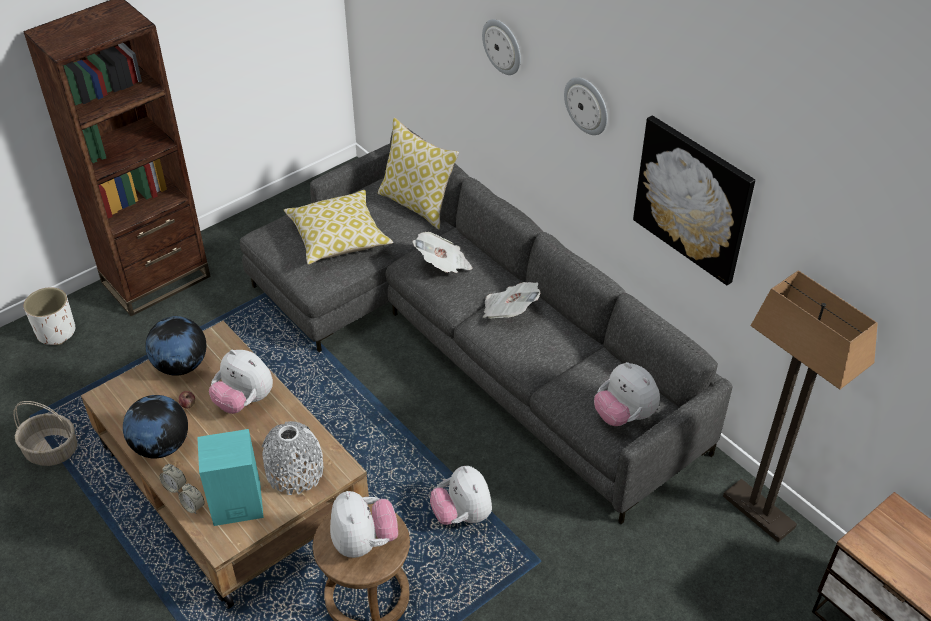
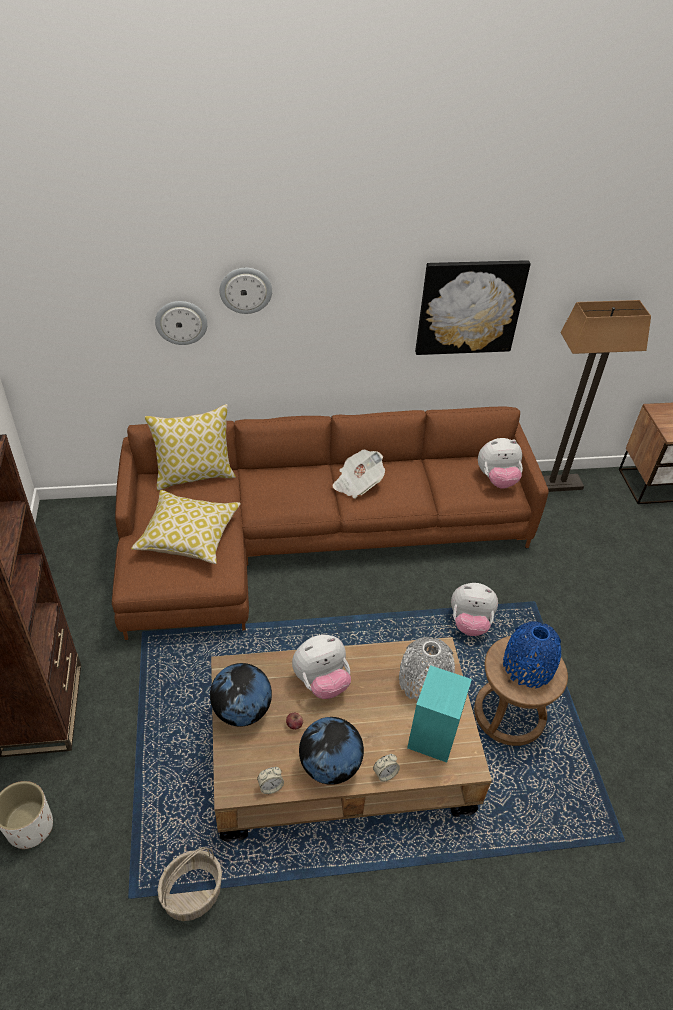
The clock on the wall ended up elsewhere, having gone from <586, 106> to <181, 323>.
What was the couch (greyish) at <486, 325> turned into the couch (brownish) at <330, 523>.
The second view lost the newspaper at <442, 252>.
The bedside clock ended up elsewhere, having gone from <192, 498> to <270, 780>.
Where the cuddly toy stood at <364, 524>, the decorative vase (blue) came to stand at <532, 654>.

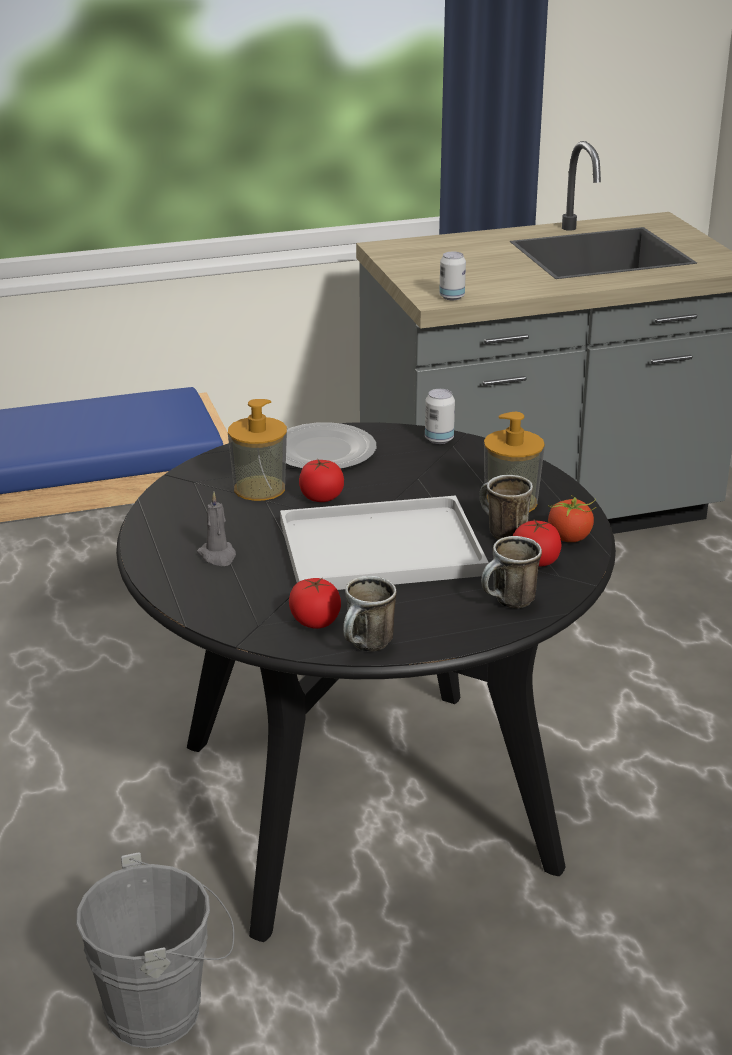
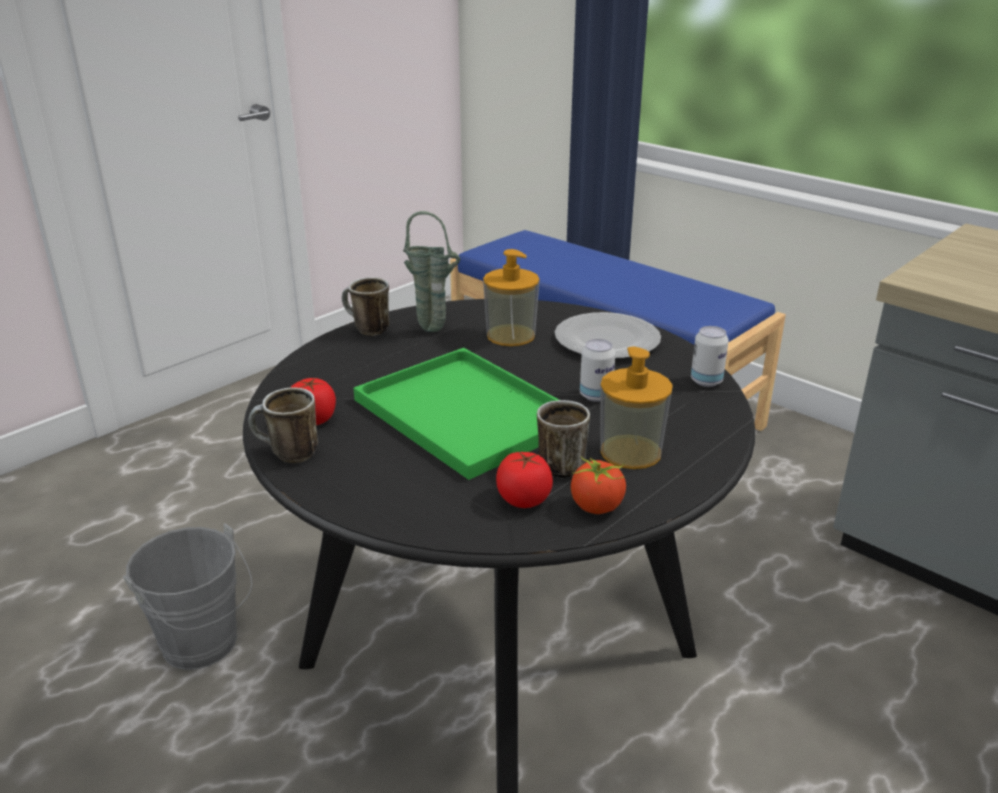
The metal can ended up elsewhere, having gone from <452, 276> to <598, 370>.
The second view lost the tomato at <321, 480>.
The second view lost the wax candle (greyish) at <216, 529>.
What was the tray (white-coloured) at <384, 542> turned into the tray (green-coloured) at <456, 414>.
The coffee mug ended up elsewhere, having gone from <511, 572> to <366, 306>.
The second view gained the decorative vase (green-coloured) at <431, 271>.

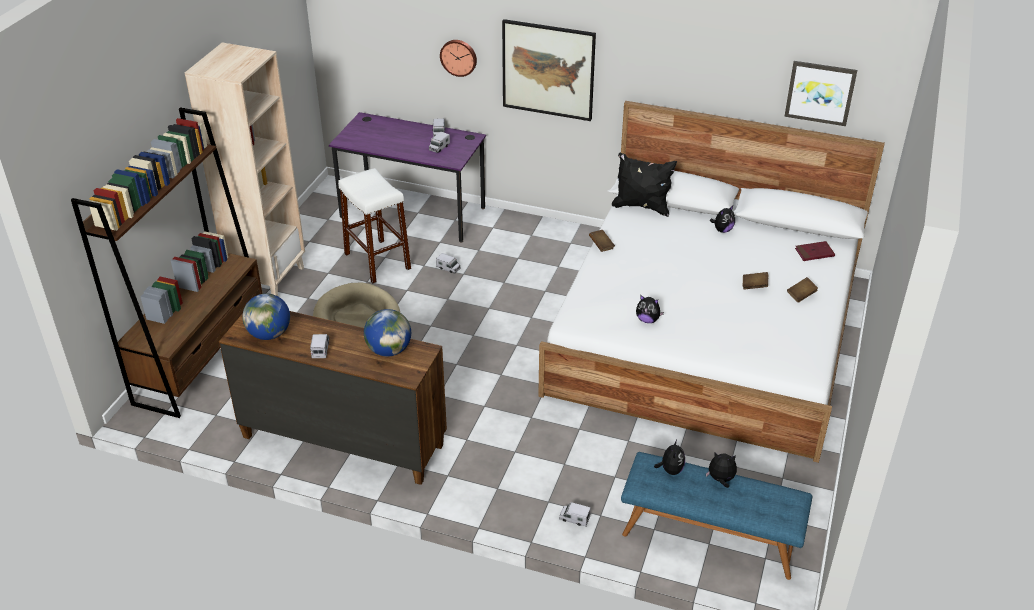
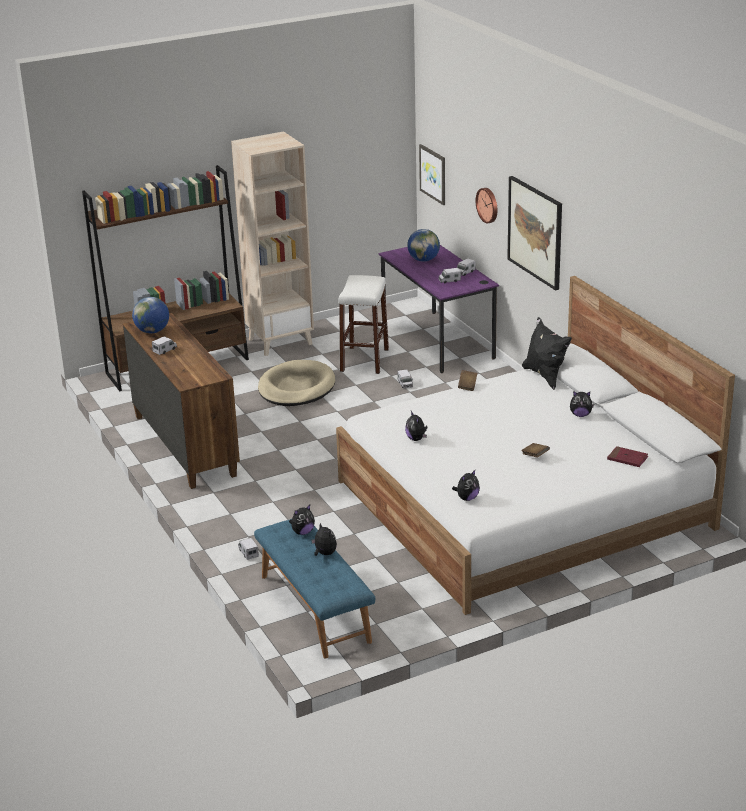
The wall picture ended up elsewhere, having gone from <820, 93> to <432, 174>.
The second view lost the bound book (brownish) at <802, 290>.
The world globe ended up elsewhere, having gone from <387, 332> to <423, 245>.
The second view gained the cuddly toy at <466, 485>.

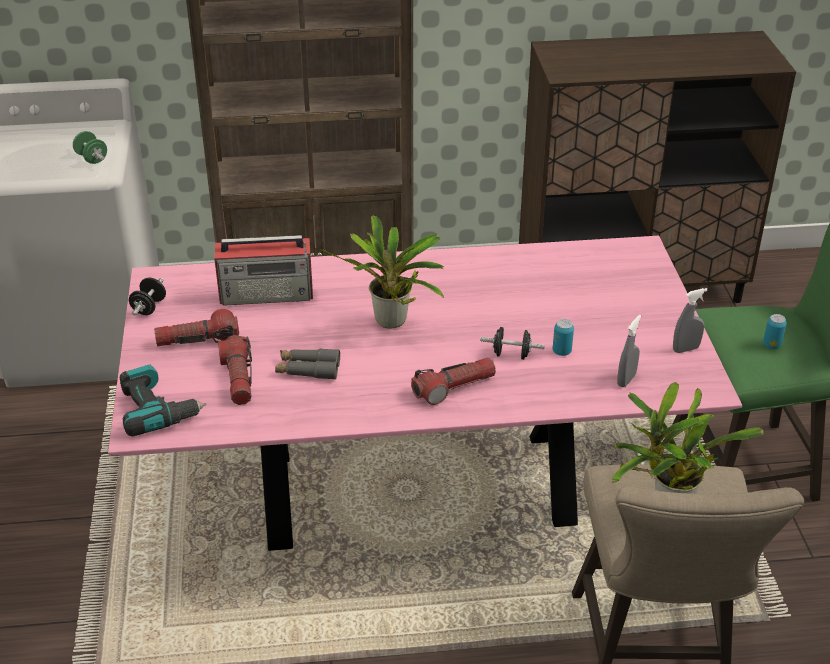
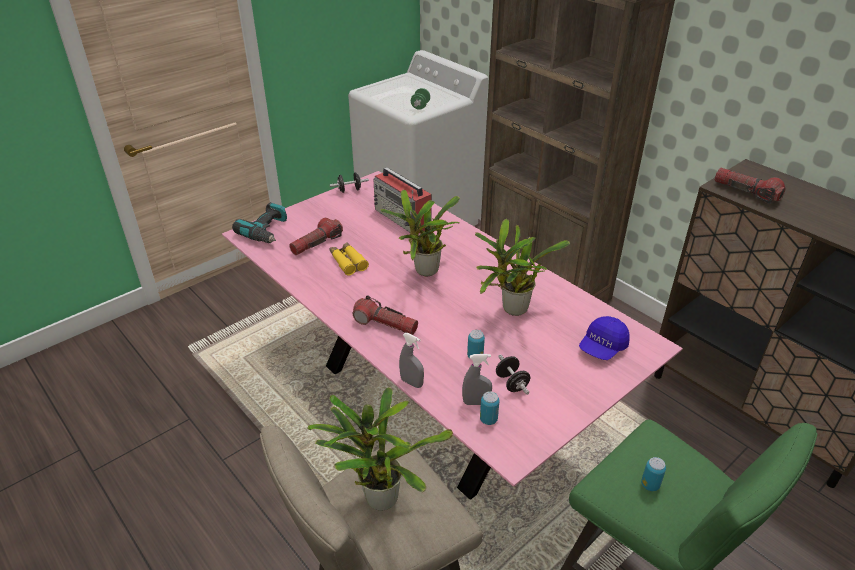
The hand sprayer (greyish) ended up elsewhere, having gone from <690, 320> to <411, 360>.
The hand torch ended up elsewhere, having gone from <196, 327> to <750, 186>.
The hand weight (black-coloured) ended up elsewhere, having gone from <512, 343> to <513, 374>.
What was the field glasses (greyish) at <307, 364> turned into the field glasses (yellow-coloured) at <349, 259>.
The second view gained the houseplant at <522, 267>.
The second view gained the baseball cap (blue) at <604, 338>.
The second view gained the metal can at <489, 408>.

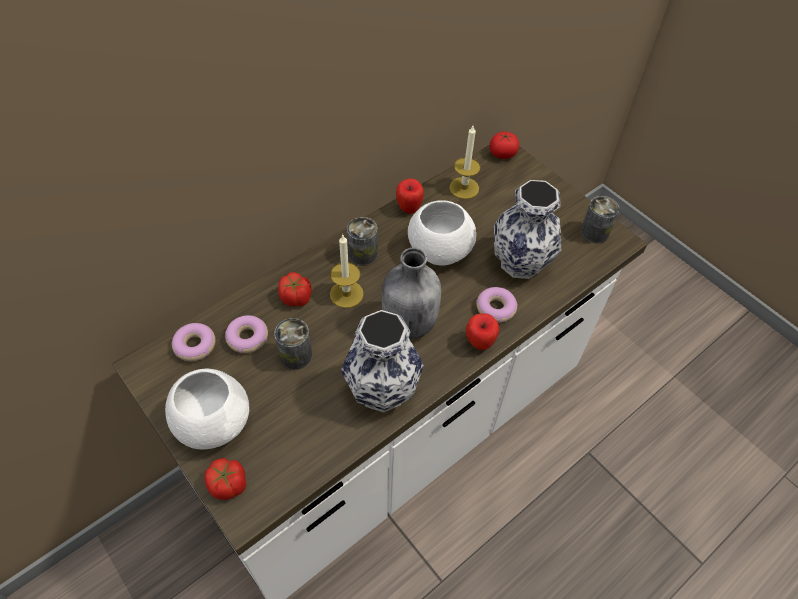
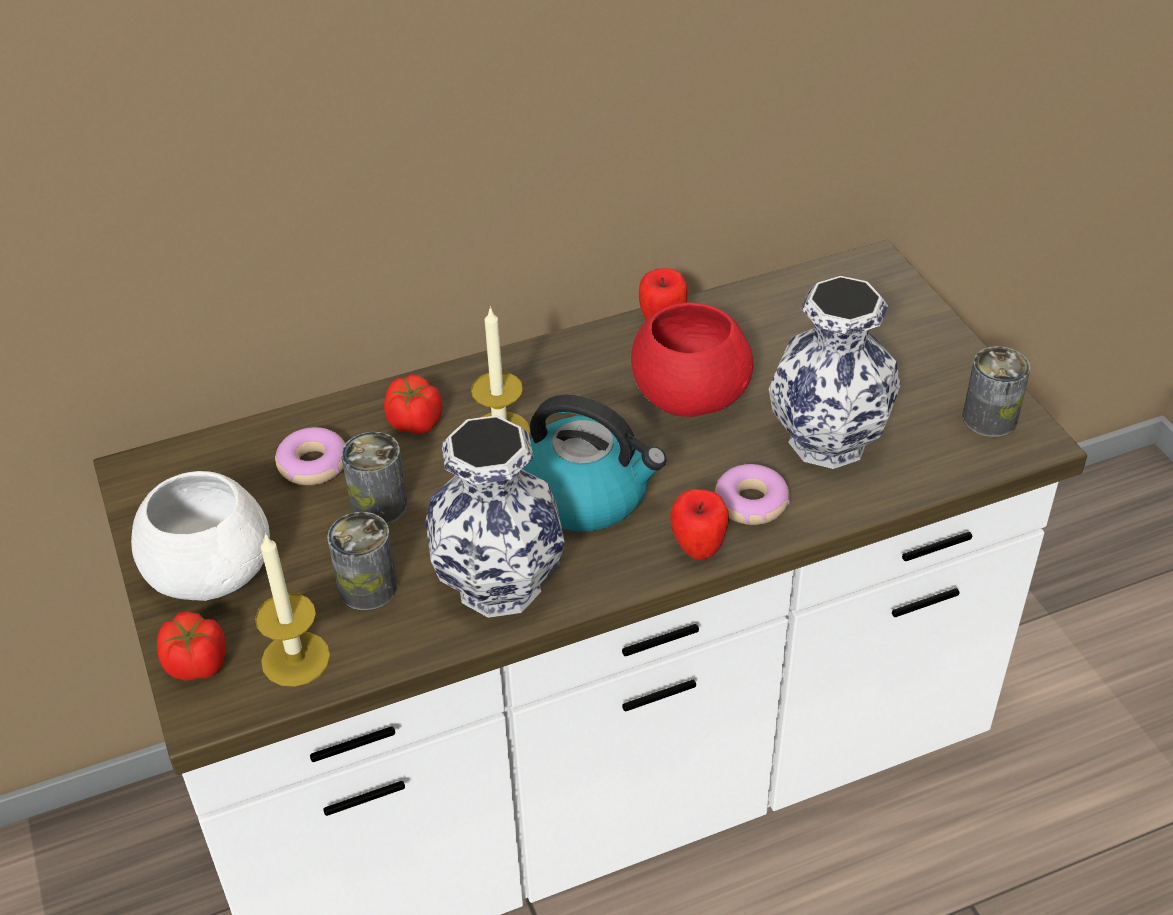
The wax candle ended up elsewhere, having gone from <464, 162> to <292, 610>.
The second view lost the tomato at <504, 145>.
What was the deep dish (white-coloured) at <442, 232> turned into the deep dish (reddish) at <692, 360>.
The metal can ended up elsewhere, having gone from <362, 241> to <362, 561>.
Where the bottle (greyish) stood at <411, 293>, the water kettle came to stand at <594, 463>.
The second view lost the donut at <194, 342>.

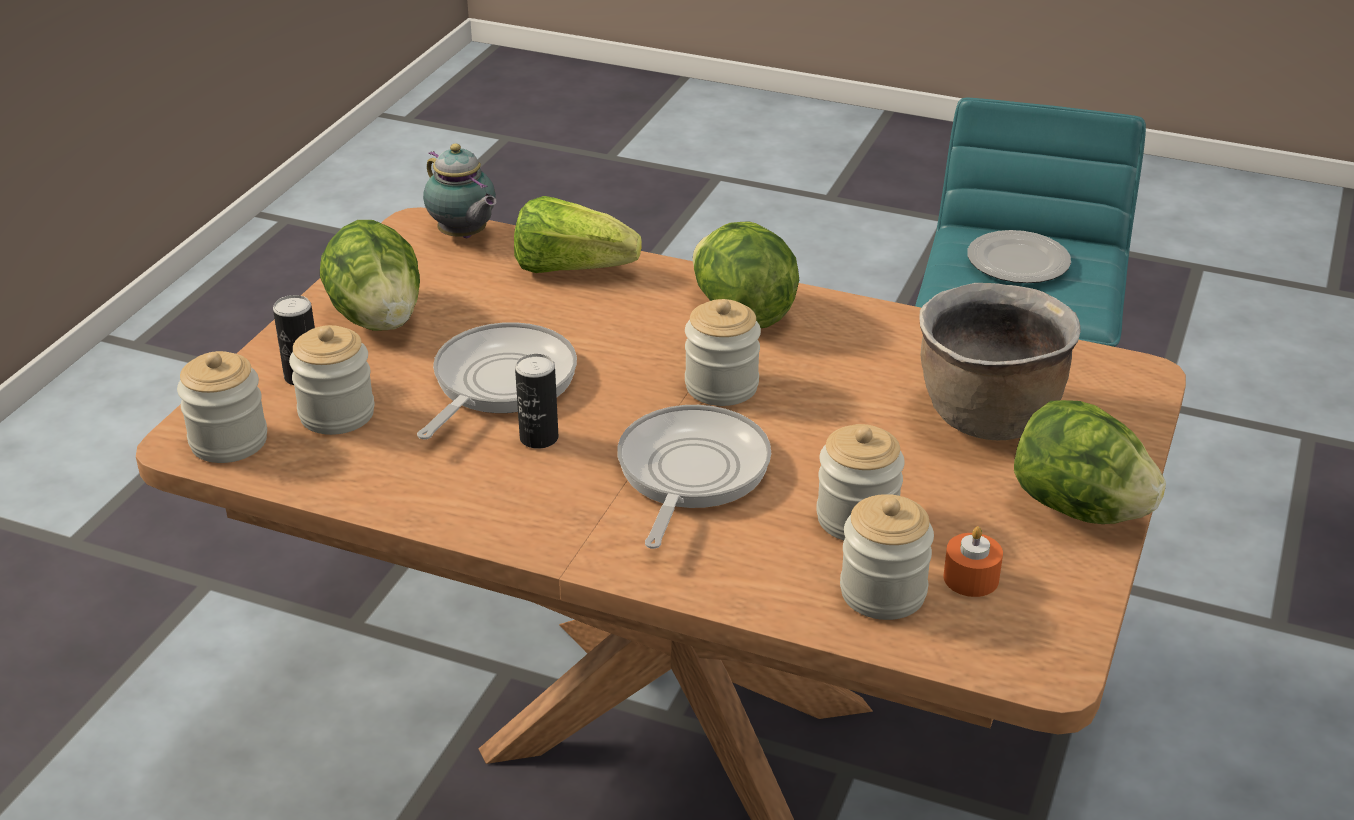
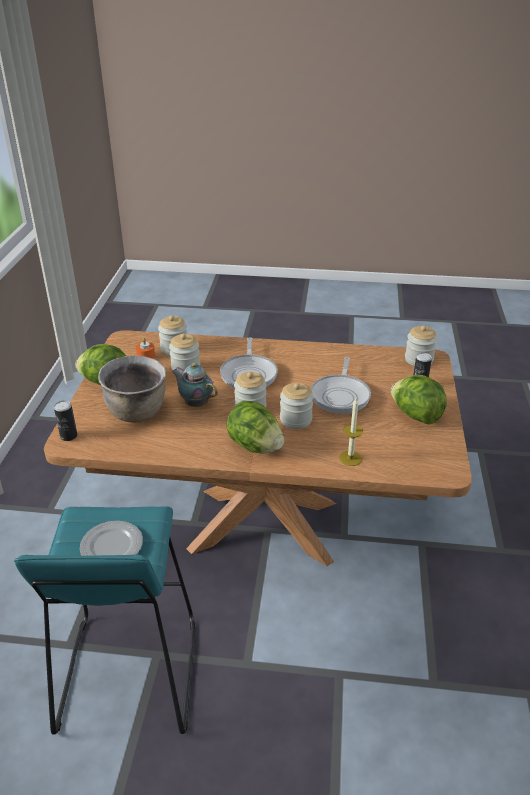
The tea pot ended up elsewhere, having gone from <460, 191> to <195, 385>.
Where the lettuce head stood at <578, 234>, the wax candle came to stand at <351, 432>.
The jar ended up elsewhere, having gone from <332, 380> to <296, 405>.
The metal can ended up elsewhere, having gone from <537, 401> to <65, 421>.

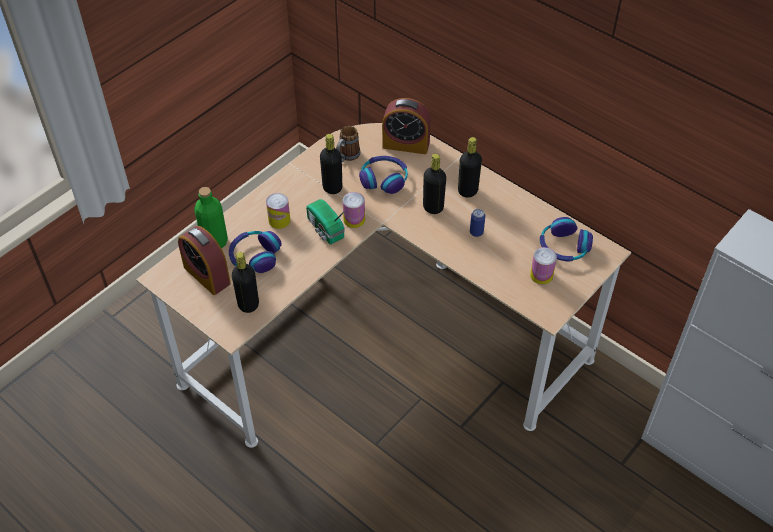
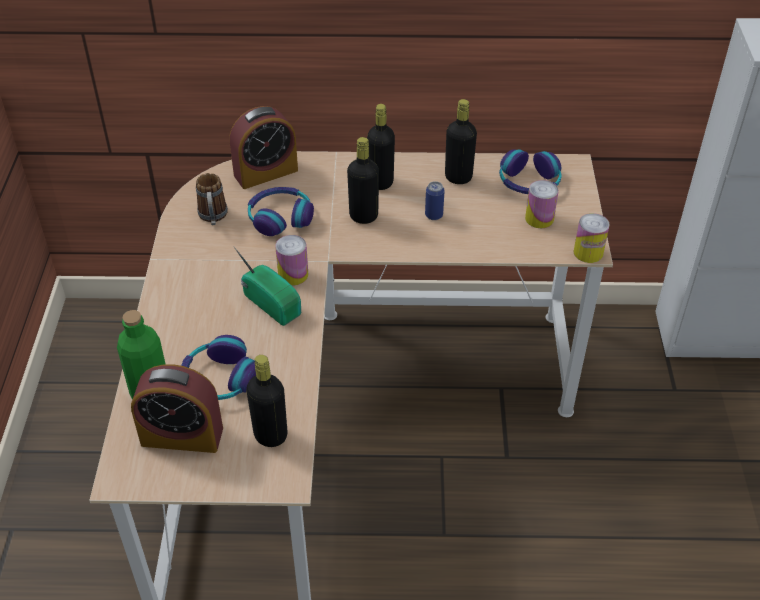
The bottle (black-coloured) ended up elsewhere, having gone from <331, 164> to <461, 141>.
The metal can ended up elsewhere, having gone from <278, 211> to <592, 238>.
The radio set at <326, 221> ended up facing another way, 150 degrees counterclockwise from before.

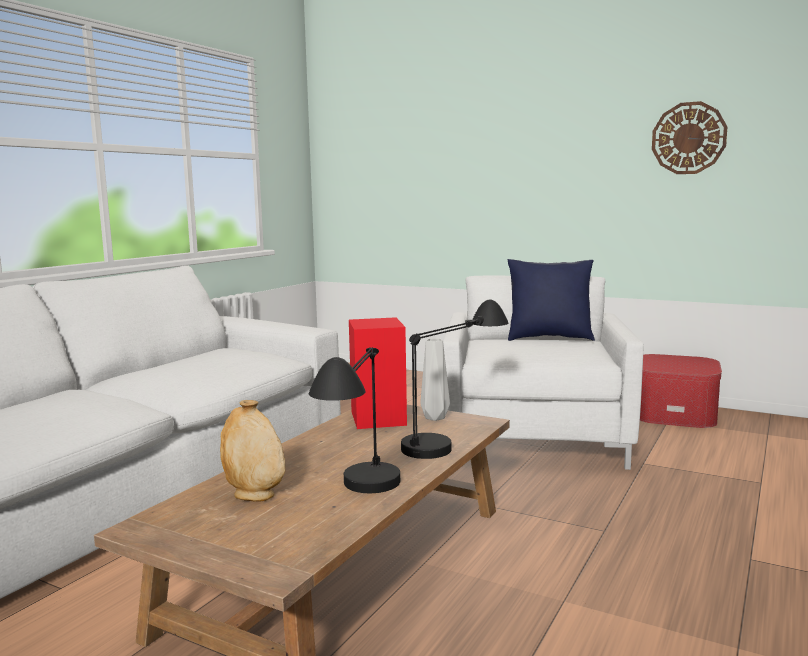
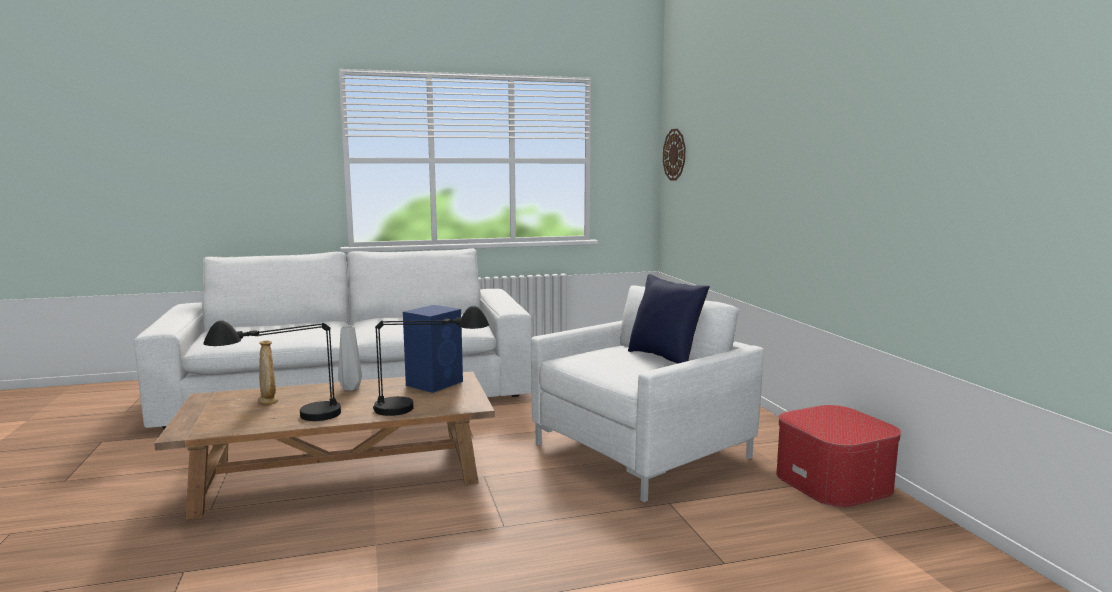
The clock on the wall ended up elsewhere, having gone from <689, 137> to <674, 155>.
What was the loudspeaker (reddish) at <378, 373> turned into the loudspeaker (blue) at <433, 349>.
The decorative vase (greyish) ended up elsewhere, having gone from <435, 379> to <350, 358>.

